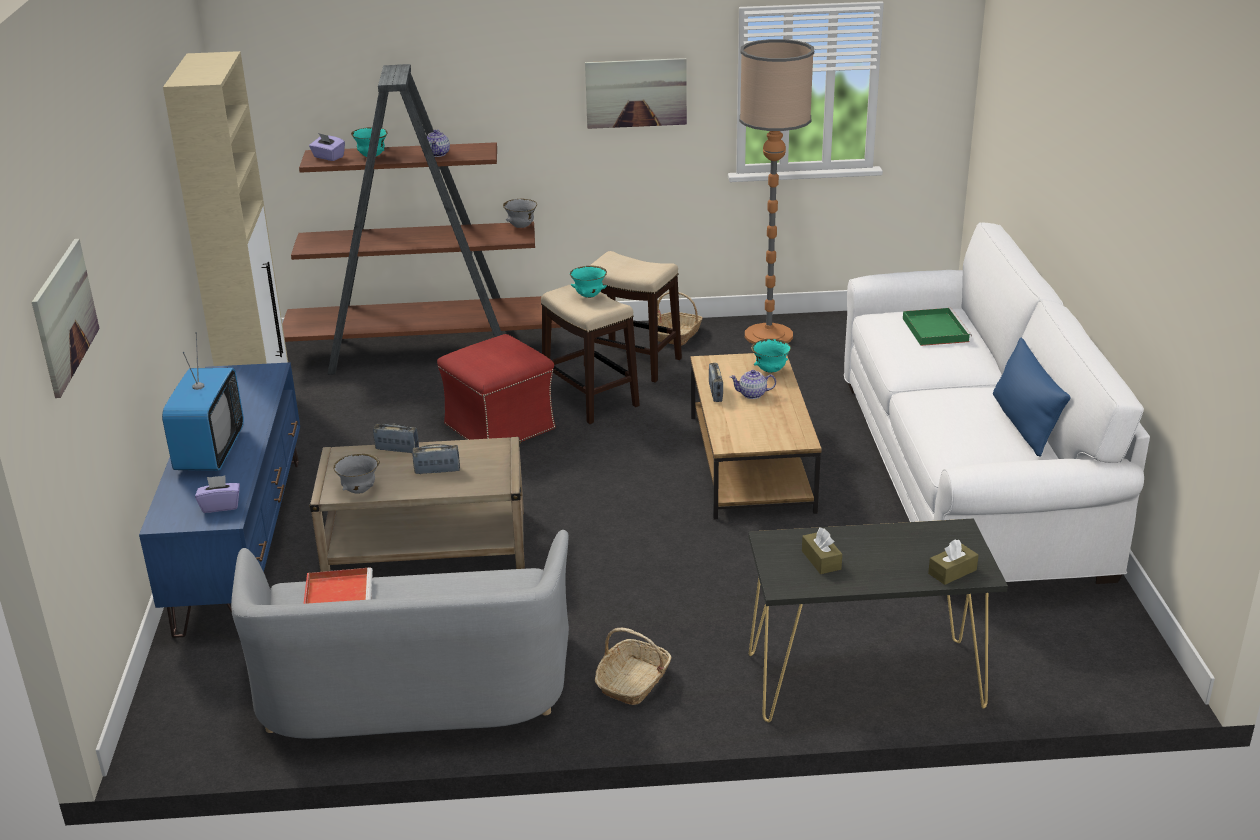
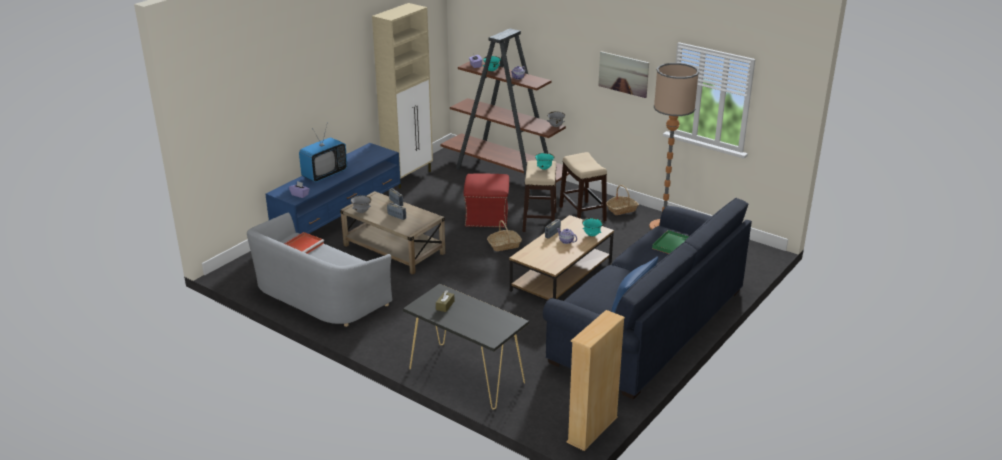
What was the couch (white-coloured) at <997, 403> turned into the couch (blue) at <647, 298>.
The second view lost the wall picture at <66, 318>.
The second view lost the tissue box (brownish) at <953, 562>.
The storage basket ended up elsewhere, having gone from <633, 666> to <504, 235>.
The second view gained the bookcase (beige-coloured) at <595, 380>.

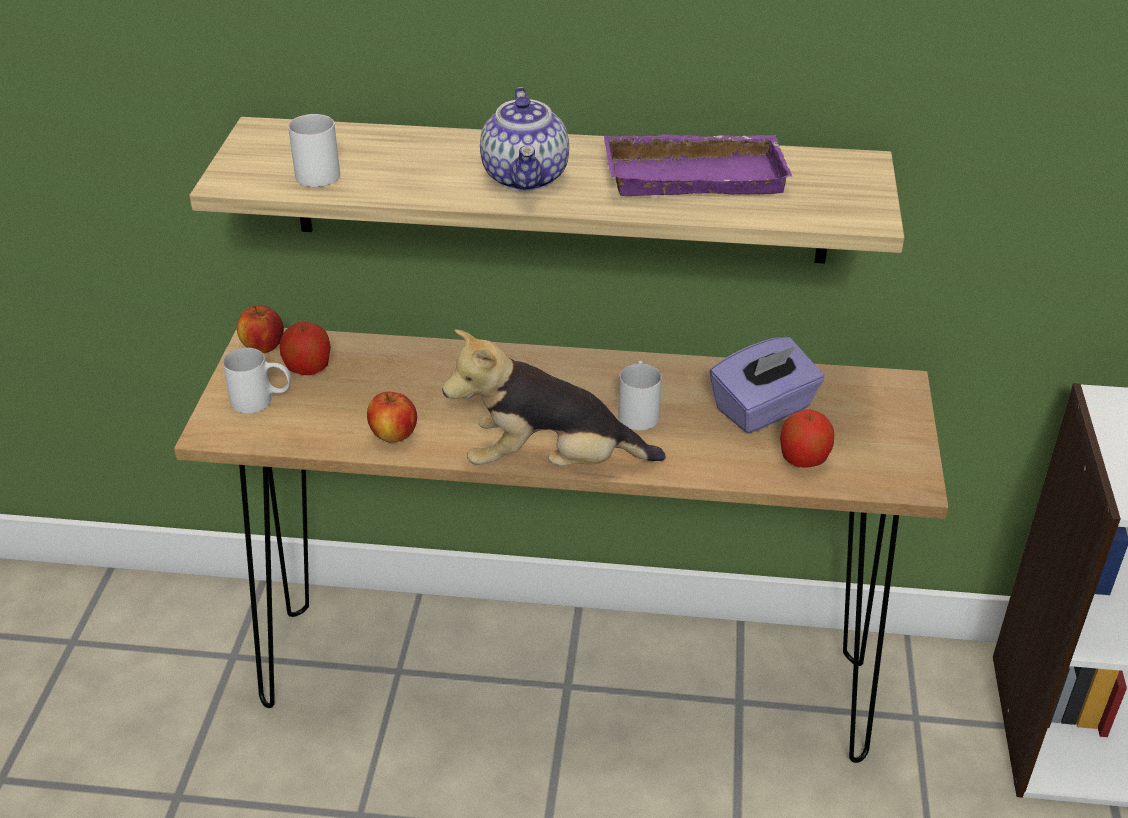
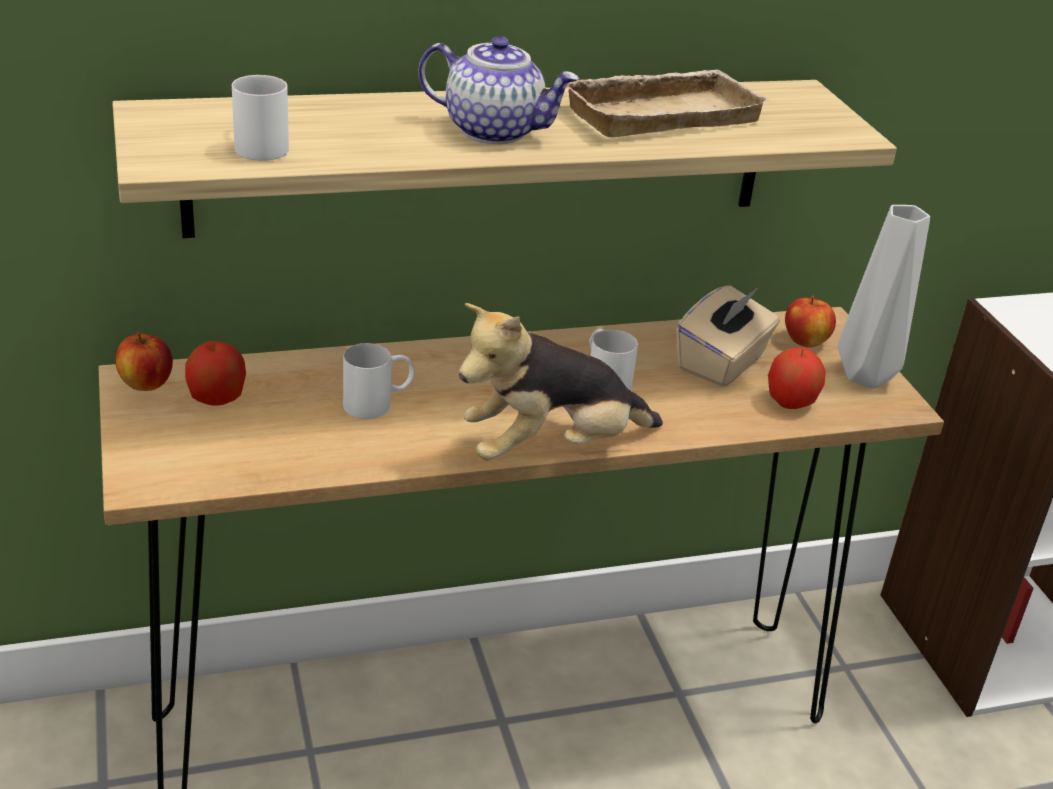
The tea pot at <524, 139> ended up facing another way, 45 degrees counterclockwise from before.
What was the tray (purplish) at <697, 165> turned into the tray (beige-coloured) at <668, 103>.
What was the tissue box (purplish) at <767, 385> turned into the tissue box (beige-coloured) at <728, 336>.
The coffee mug (white-coloured) ended up elsewhere, having gone from <256, 381> to <379, 381>.
The apple fruit ended up elsewhere, having gone from <392, 417> to <810, 322>.
The second view gained the decorative vase (greyish) at <884, 297>.

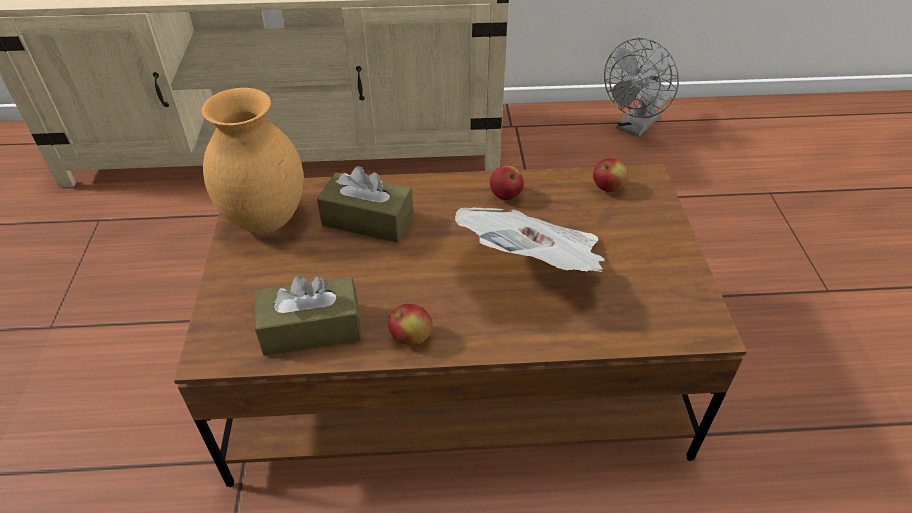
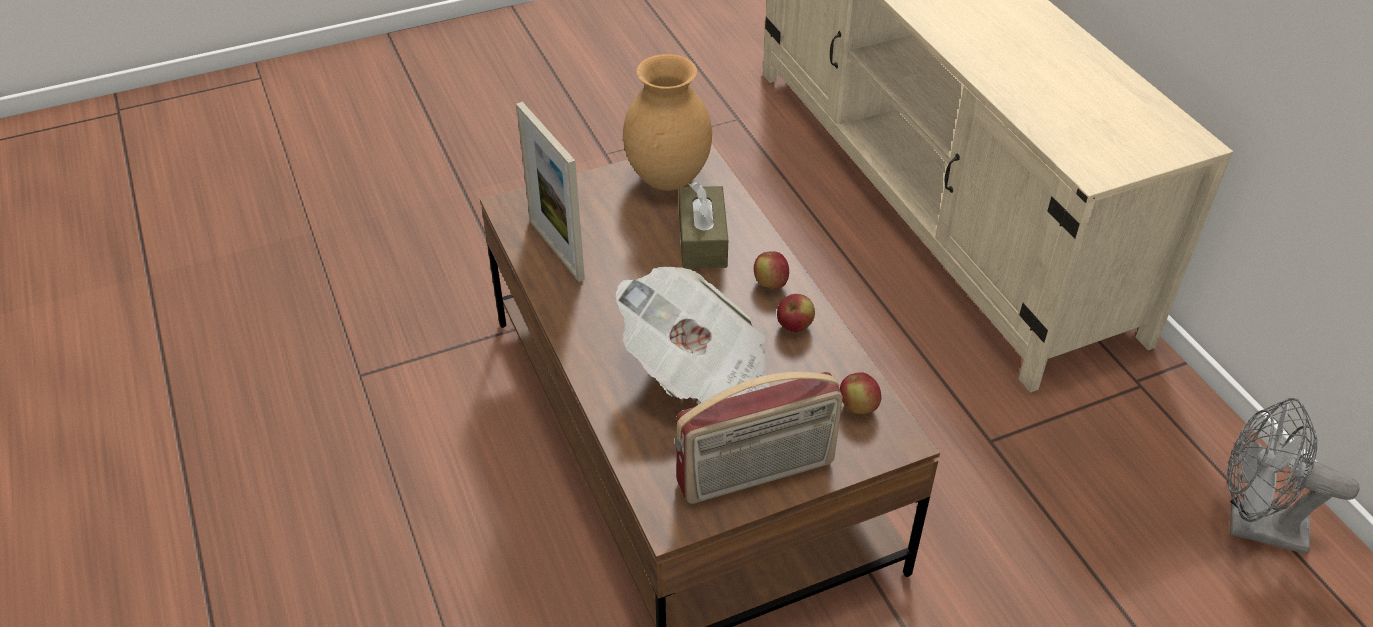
Where the tissue box (brownish) stood at <308, 315>, the picture frame came to stand at <550, 192>.
The apple fruit ended up elsewhere, having gone from <410, 324> to <771, 270>.
The second view gained the radio set at <759, 438>.

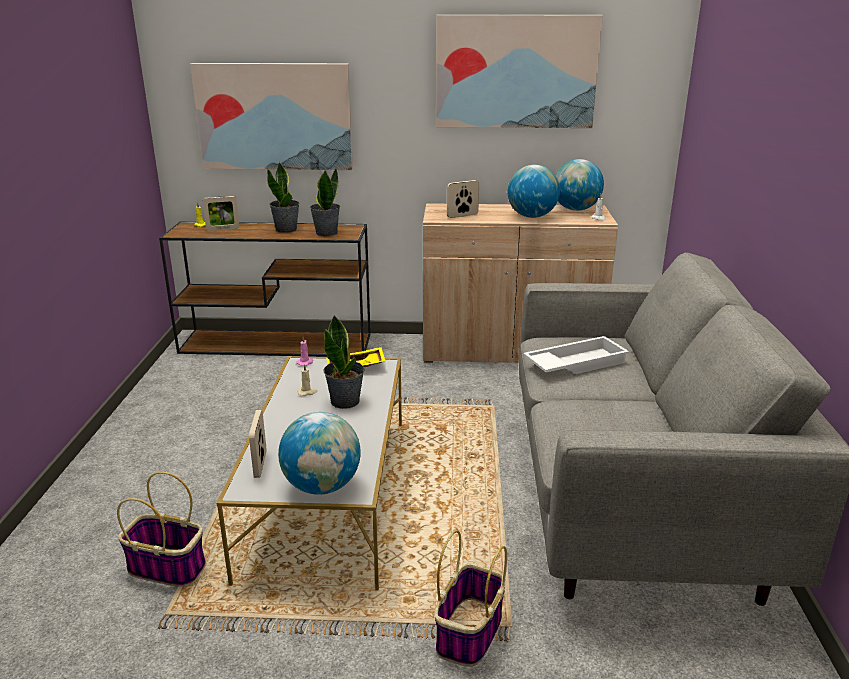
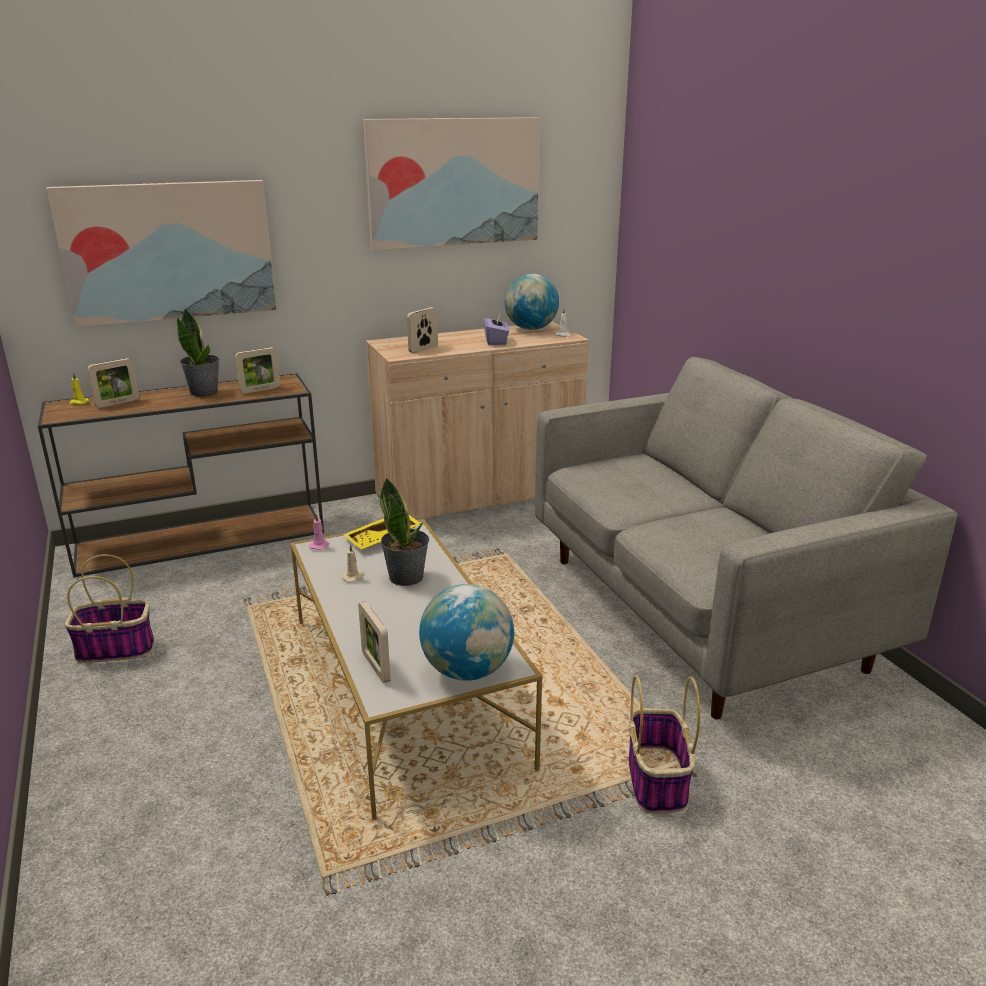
Where the world globe stood at <534, 191>, the tissue box (purplish) came to stand at <496, 329>.
Where the houseplant stood at <325, 202>, the picture frame came to stand at <257, 370>.
The second view lost the tray (white-coloured) at <576, 355>.
The storage basket ended up elsewhere, having gone from <161, 529> to <109, 608>.

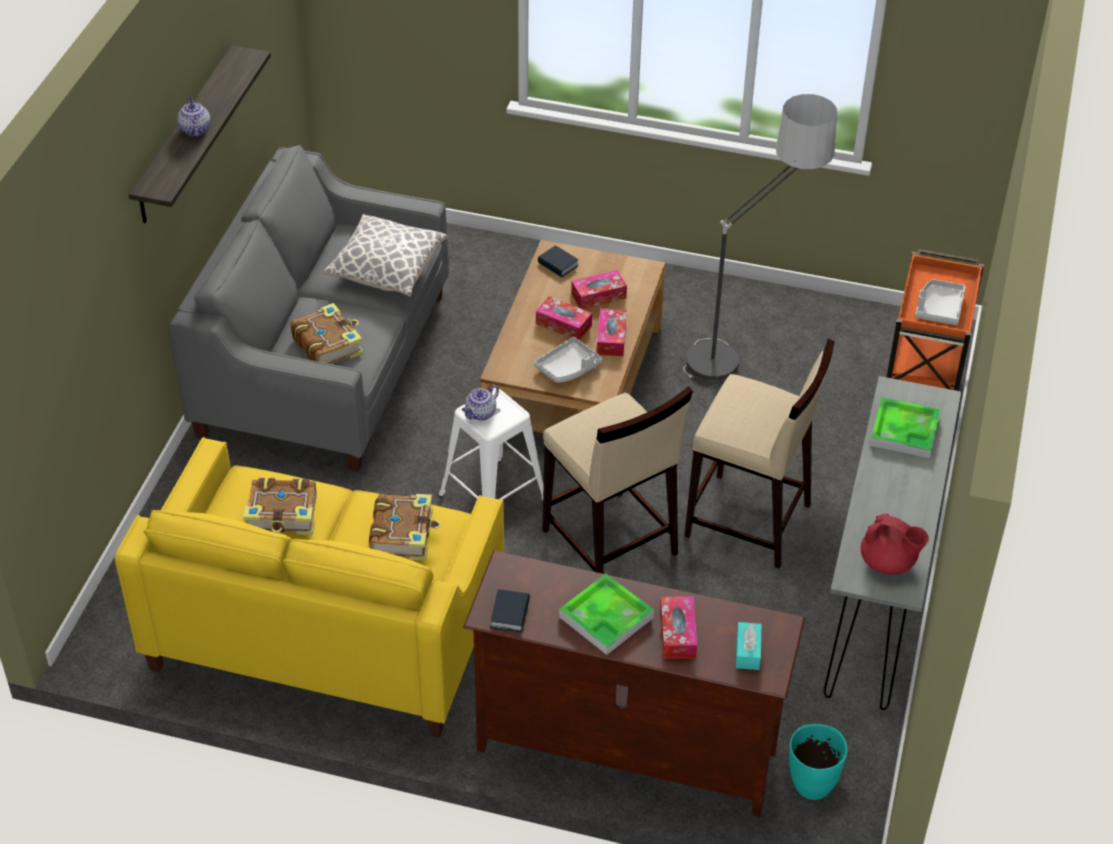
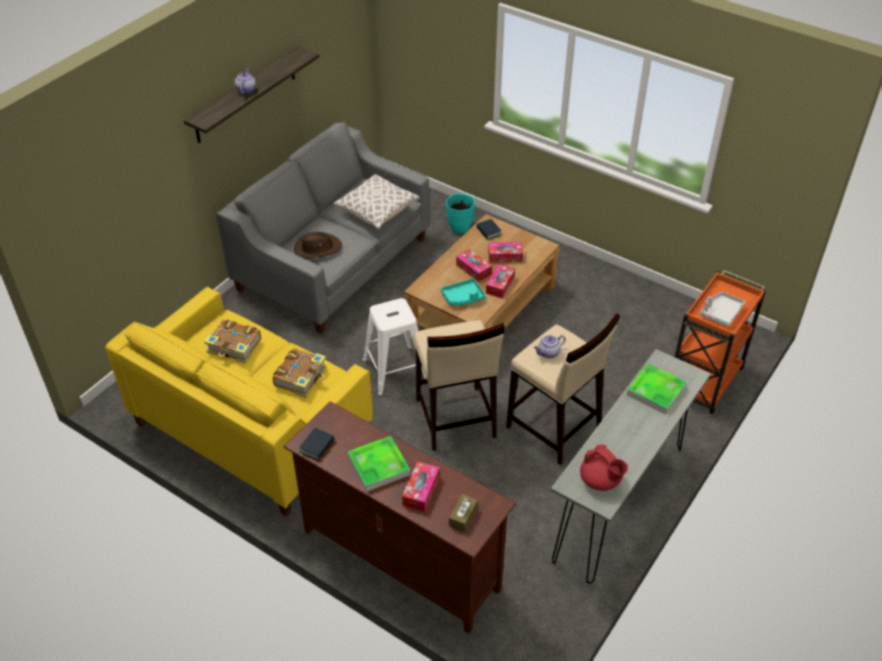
The second view lost the floor lamp at <760, 237>.
Where the bound book stood at <326, 333>, the clothing hat (brownish) came to stand at <318, 245>.
What was the tray (greyish) at <568, 360> turned into the tray (turquoise) at <463, 292>.
The tea pot ended up elsewhere, having gone from <480, 403> to <550, 347>.
What was the tissue box (turquoise) at <749, 646> turned into the tissue box (brownish) at <463, 513>.
The decorative vase (turquoise) ended up elsewhere, having gone from <818, 762> to <460, 213>.

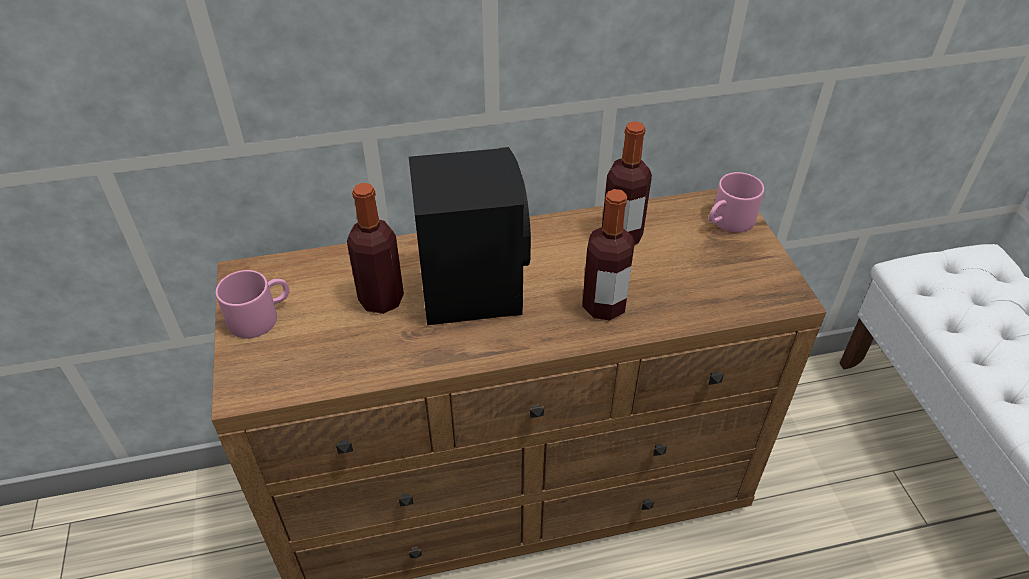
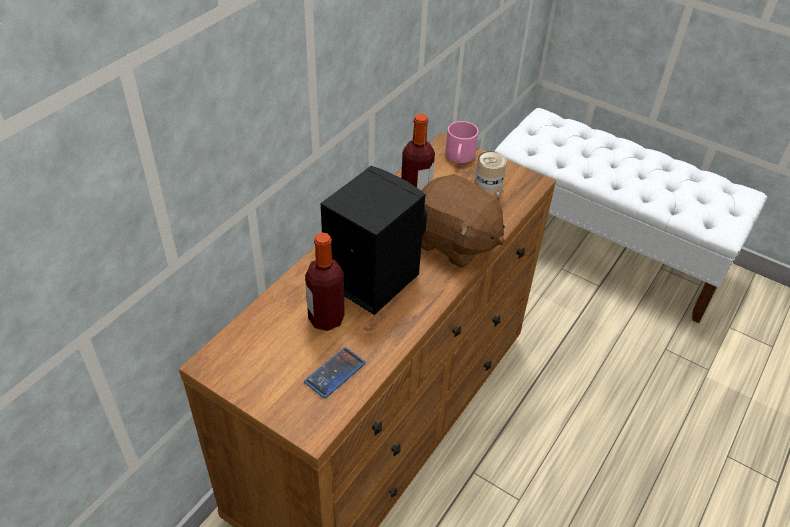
Where the bottle stood at <608, 255>, the cuddly toy (brownish) came to stand at <463, 221>.
The second view lost the coffee mug (pink-coloured) at <252, 304>.
The second view gained the metal can at <490, 173>.
The second view gained the telephone at <335, 372>.

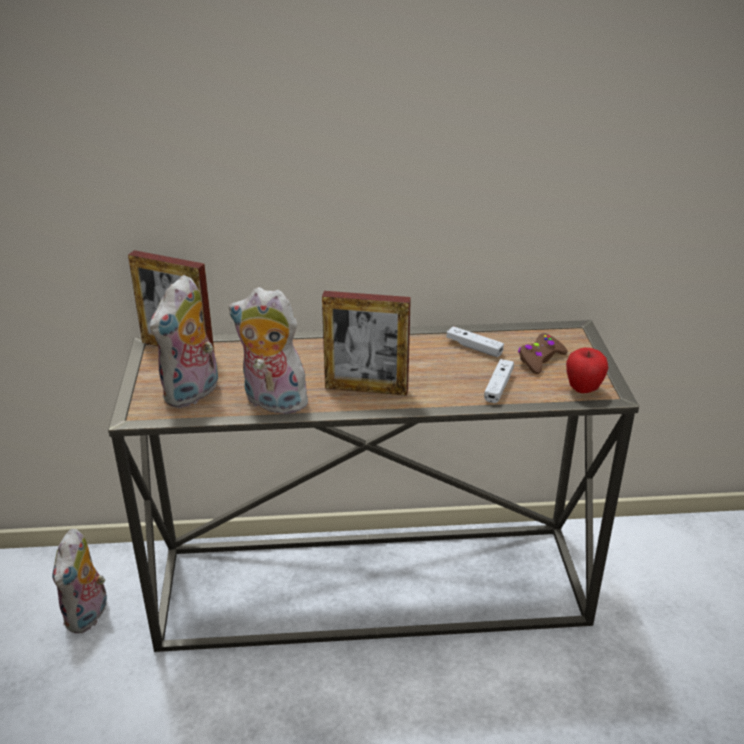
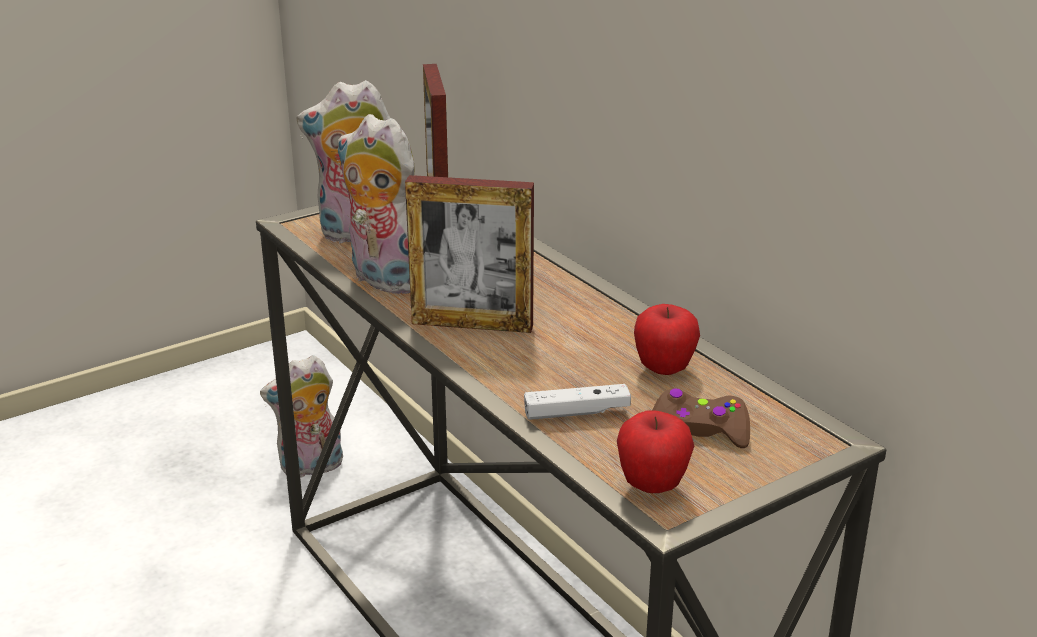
The cuddly toy at <271, 350> ended up facing another way, 45 degrees counterclockwise from before.
The picture frame at <366, 343> ended up facing another way, 60 degrees counterclockwise from before.
Where the joypad (white-coloured) stood at <475, 341>, the apple fruit came to stand at <667, 339>.

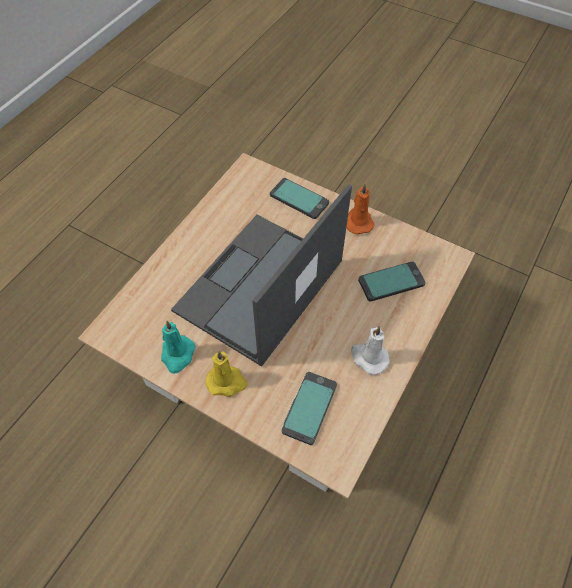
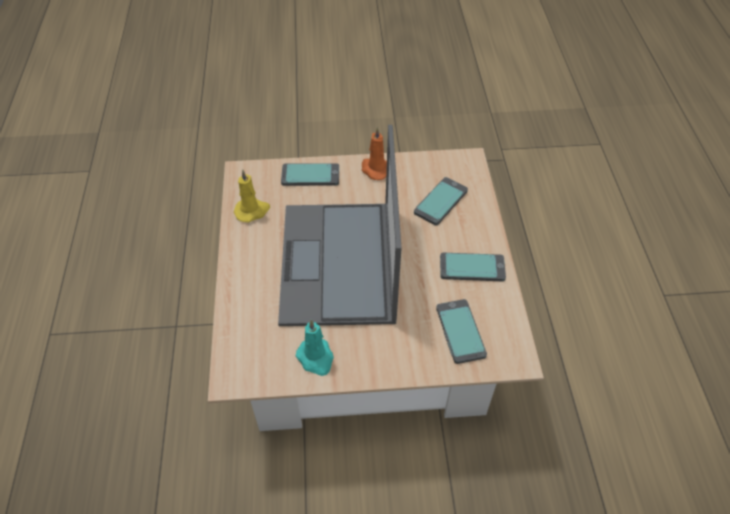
Where the wax candle (white-coloured) stood at <370, 350>, the telephone came to stand at <473, 267>.
The wax candle (yellow-coloured) ended up elsewhere, having gone from <226, 374> to <252, 196>.

